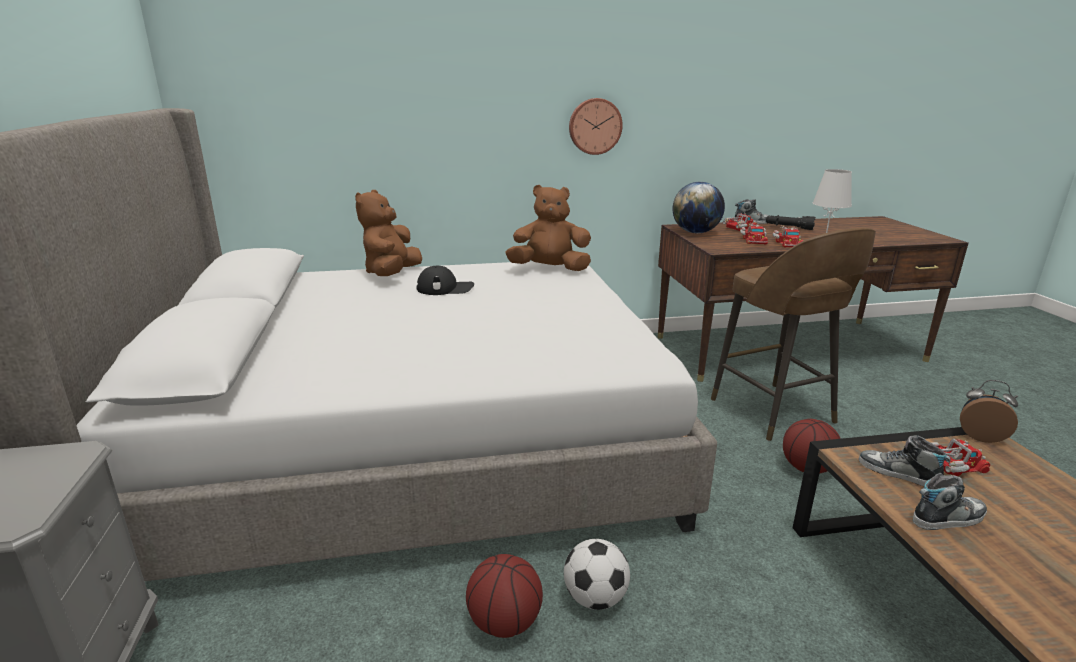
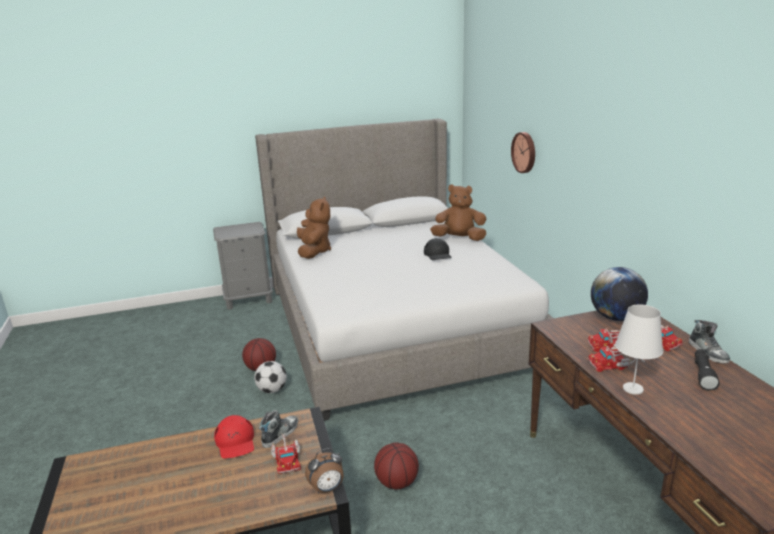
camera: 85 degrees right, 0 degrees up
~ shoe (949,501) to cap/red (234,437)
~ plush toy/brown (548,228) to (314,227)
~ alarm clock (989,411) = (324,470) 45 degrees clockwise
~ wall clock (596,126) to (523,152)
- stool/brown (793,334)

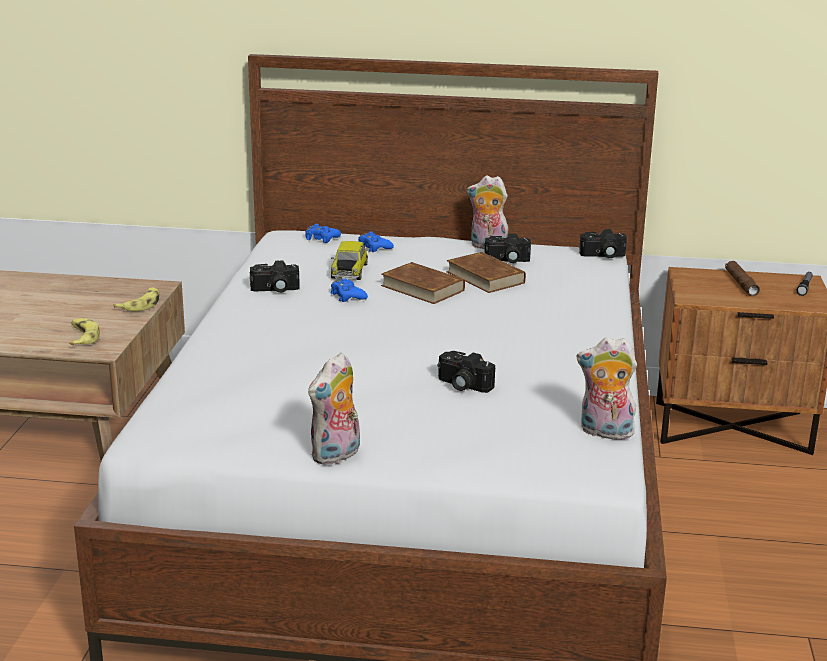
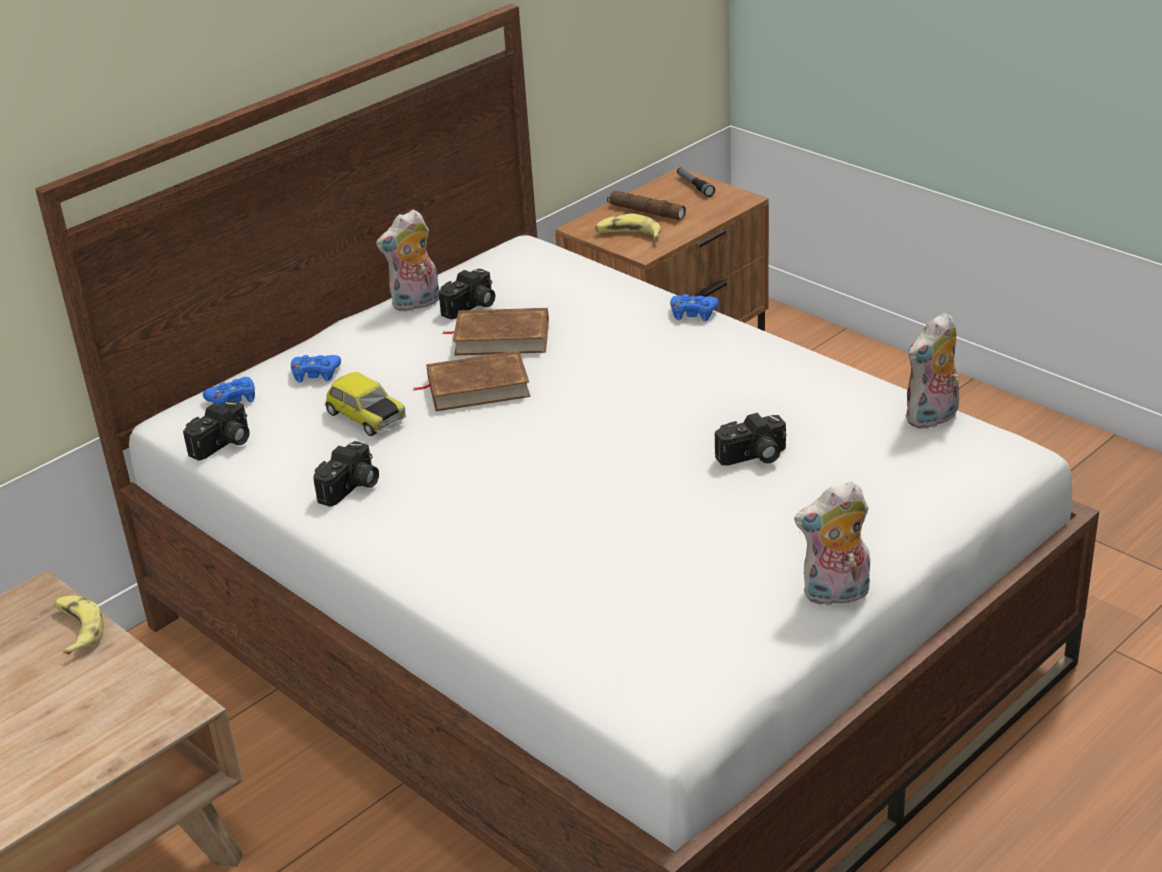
camera: 50 degrees left, 10 degrees up
~ photo camera (603,243) to (216,430)
~ banana (84,331) to (628,226)
~ game controller/blue (349,290) to (694,307)
~ plush toy (334,409) = (832,544) 90 degrees clockwise

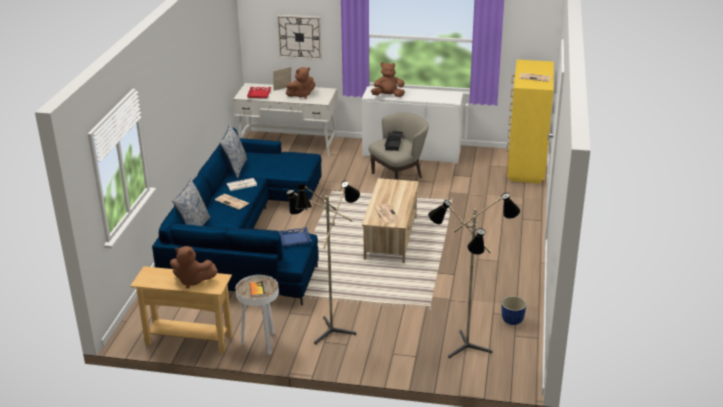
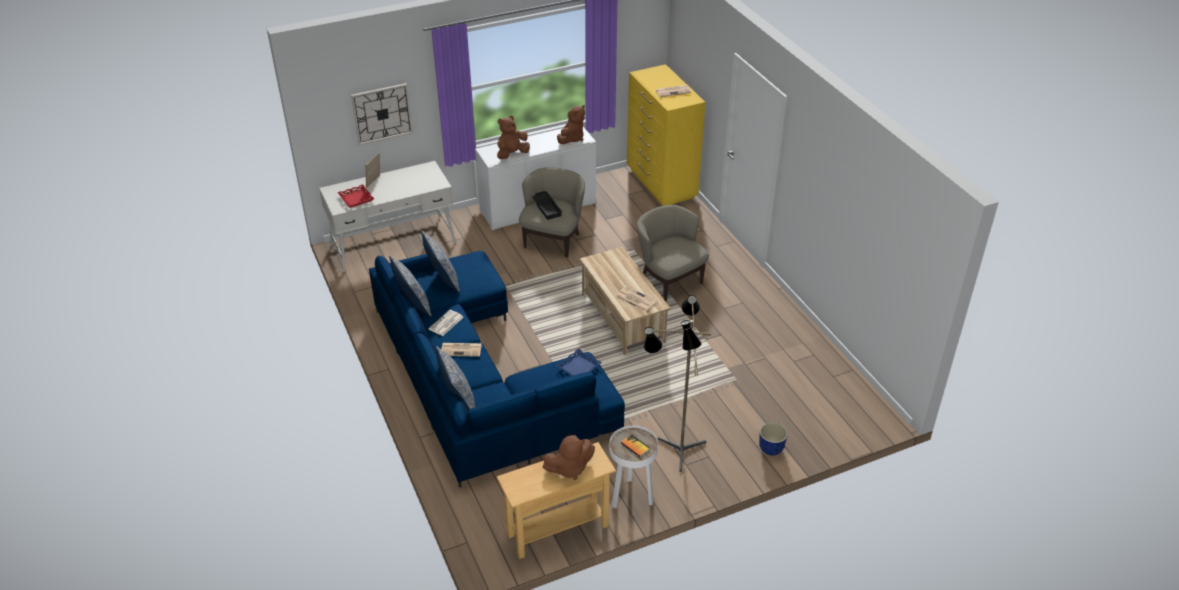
camera: 35 degrees left, 10 degrees up
+ pillow (440,261)
~ plush toy/brown (300,83) to (571,124)
+ armchair/beige (673,253)
~ planter (514,310) to (773,439)
- floor lamp (474,276)

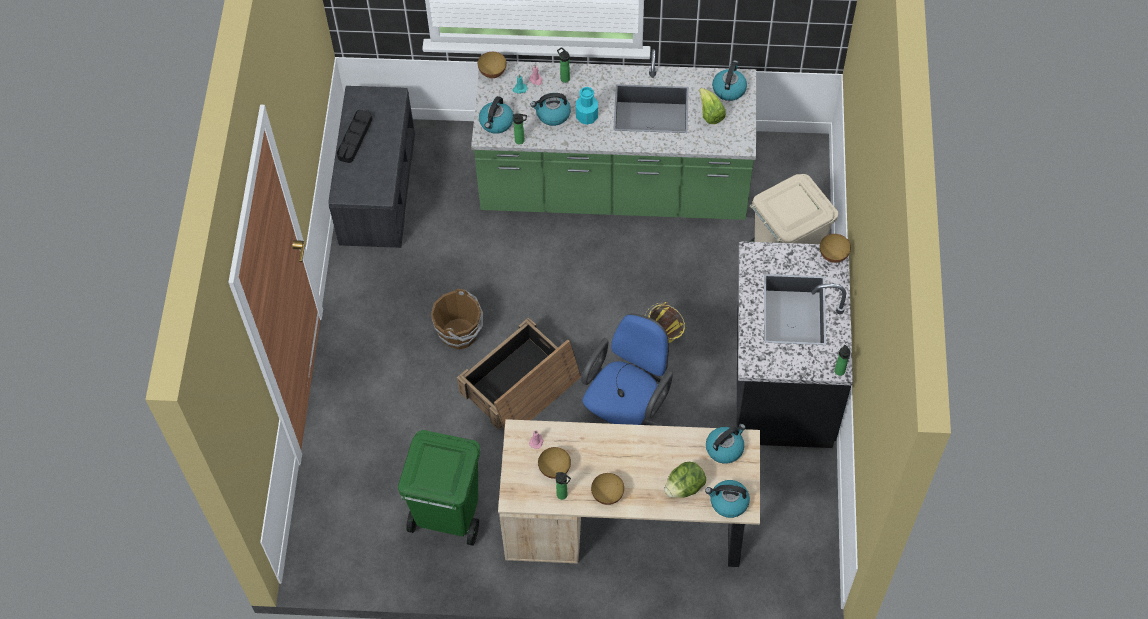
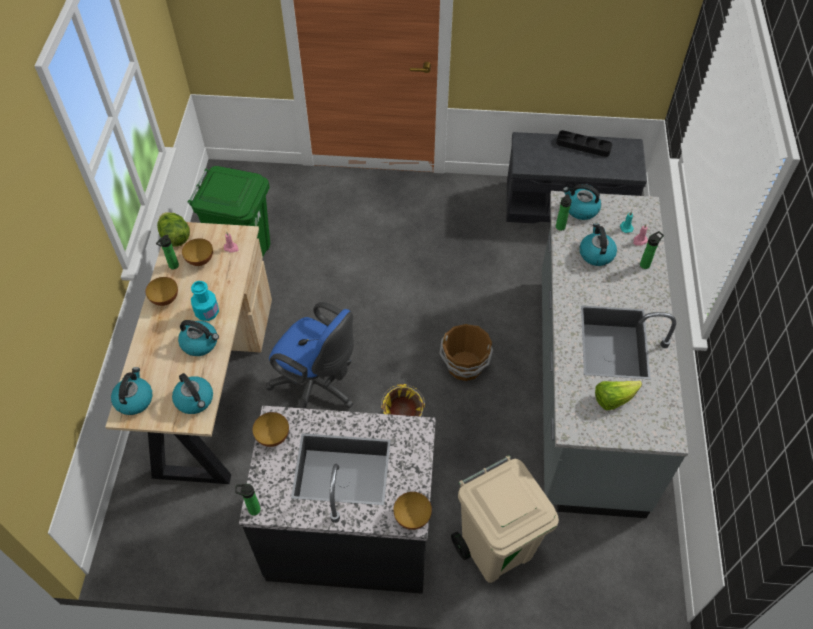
camera: 90 degrees right, 5 degrees down
~ lettuce (685,480) to (173,229)
~ kettle (729,80) to (198,338)
~ bottle/turquoise (587,106) to (205,301)
~ bowl (492,65) to (270,429)
~ bucket/brown (457,319) to (466,352)
~ counter/green (613,134) to counter/grey (615,354)
- crate (519,374)

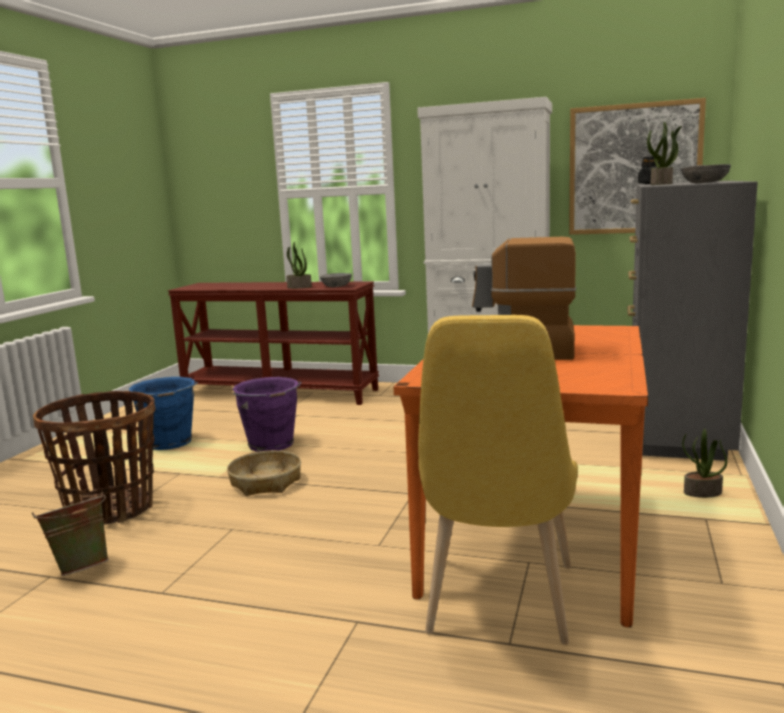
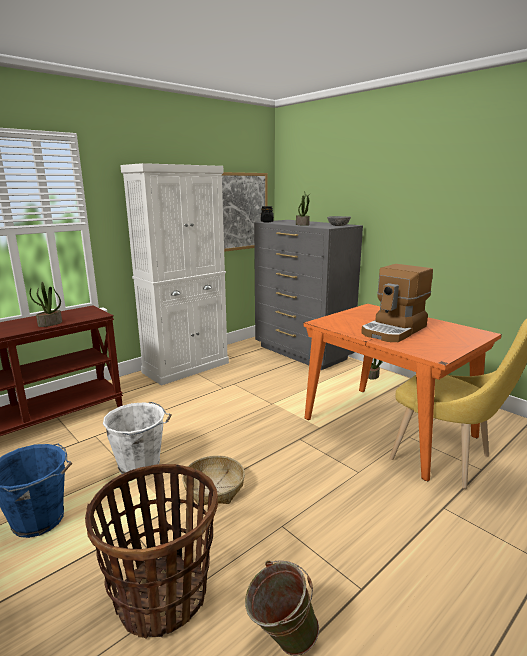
camera: 60 degrees left, 5 degrees up
~ bucket/purple (267,414) to bucket/white (137,438)
- bowl/grey (336,280)

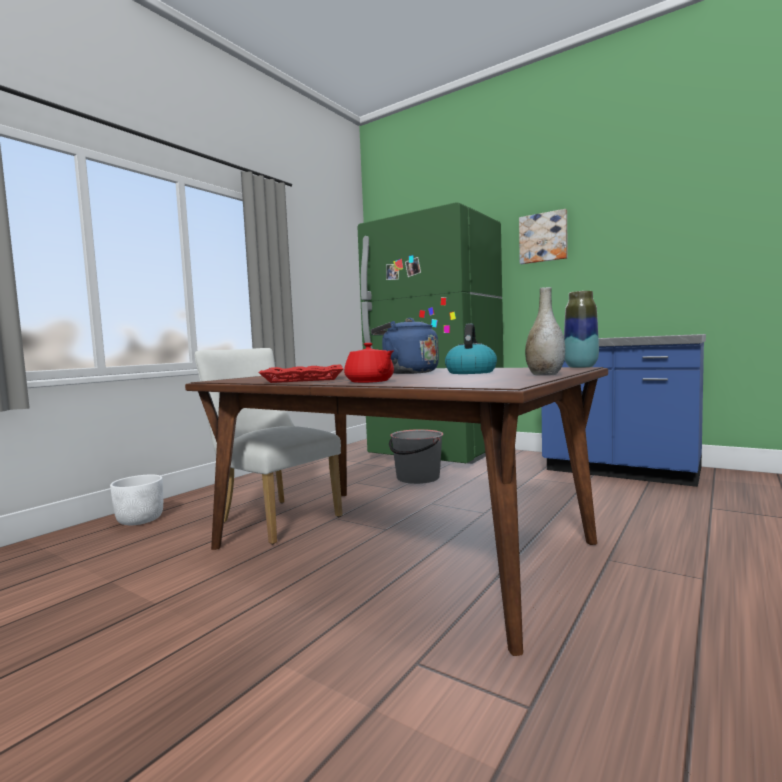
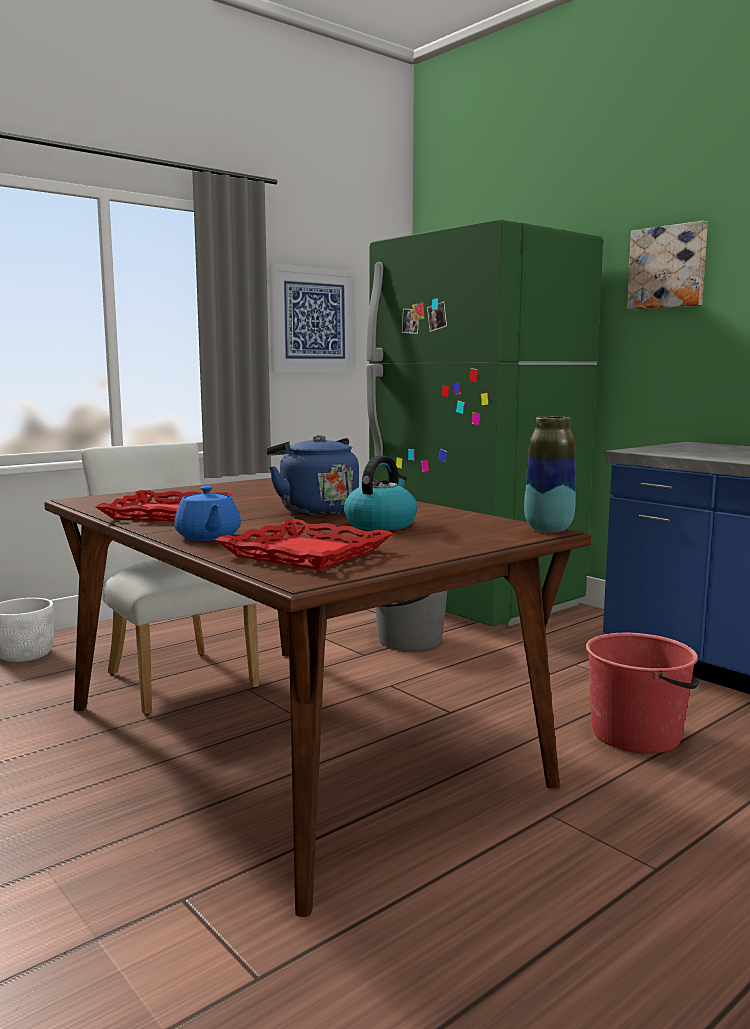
camera: 15 degrees right, 5 degrees up
~ teapot/red (369,363) to teapot/blue (207,513)
+ tray/red (304,544)
+ picture (312,317)
+ bucket/red (642,693)
- vase/grey (545,331)

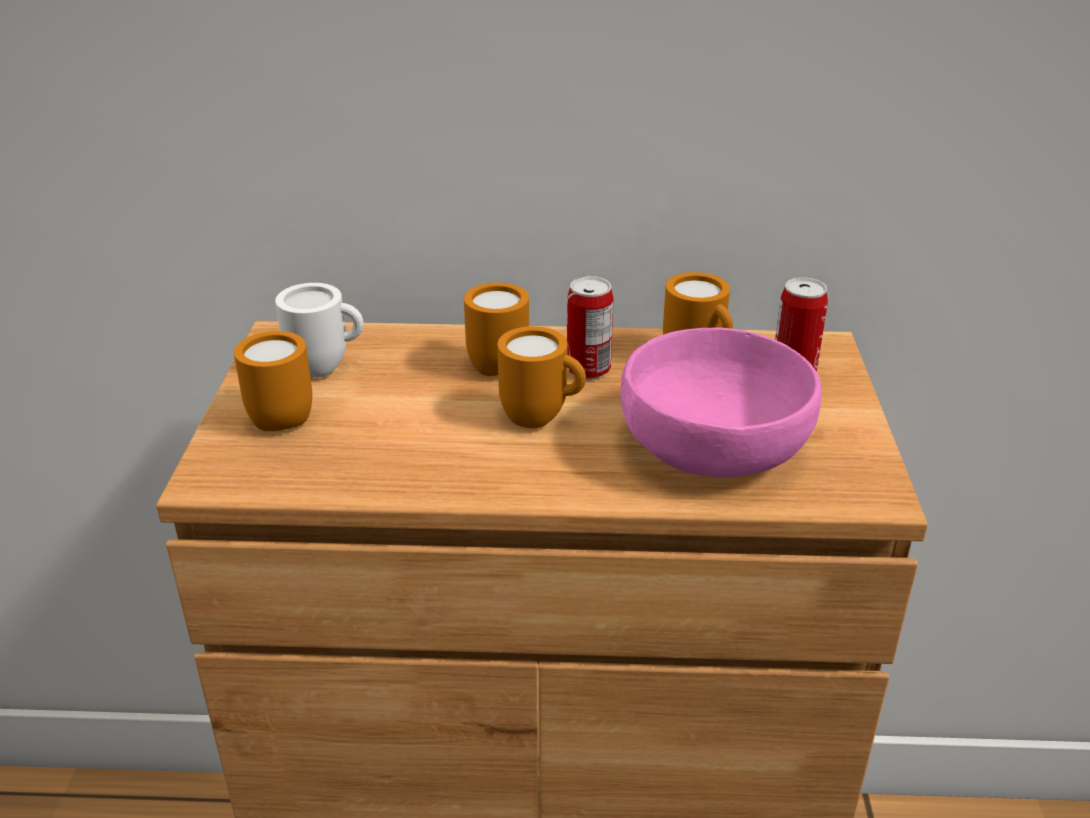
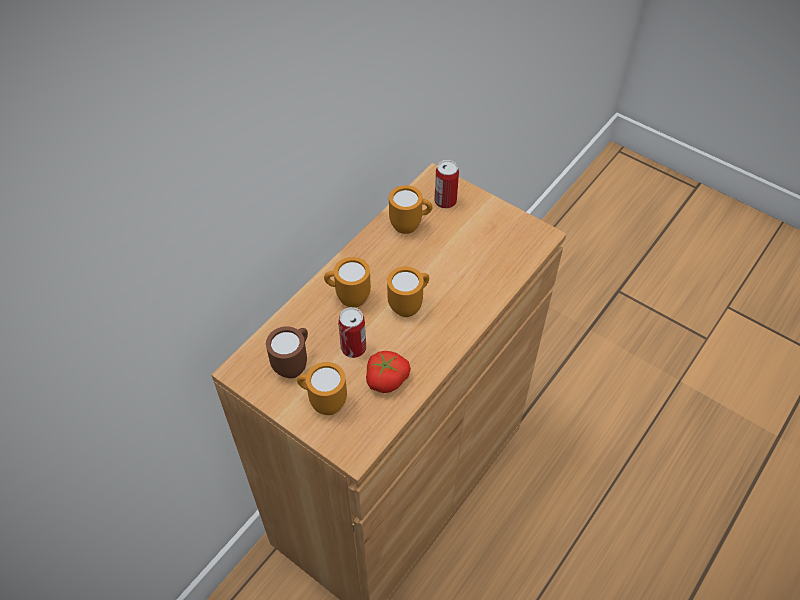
camera: 55 degrees left, 20 degrees up
~ mug/white (319,330) to mug/brown (287,352)
~ can (590,328) to (352,332)
+ tomato (388,372)
- bowl/pink (721,403)

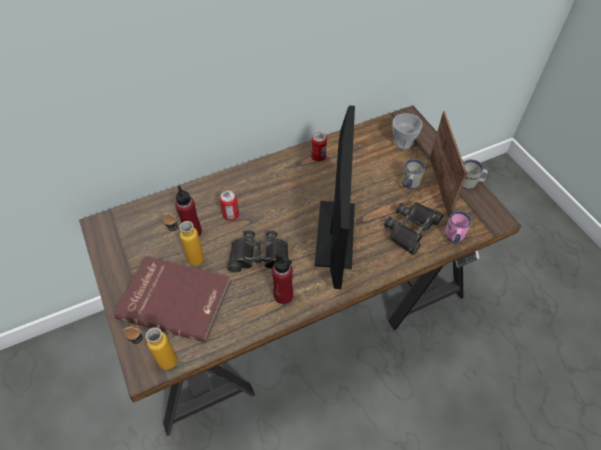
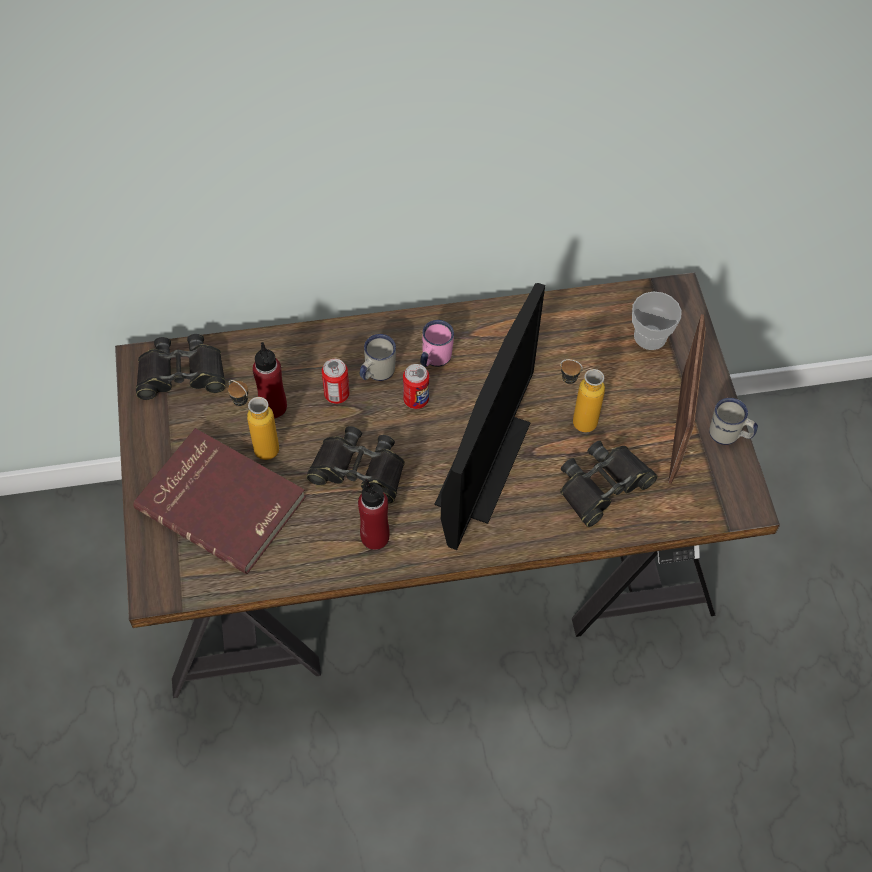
camera: 15 degrees right, 5 degrees up
+ binoculars/black (181,367)
~ mug/white (413,174) to (378,357)
~ can (319,147) to (416,386)
~ mug/pink (458,227) to (437,343)
~ bottle (150,347) to (582,395)

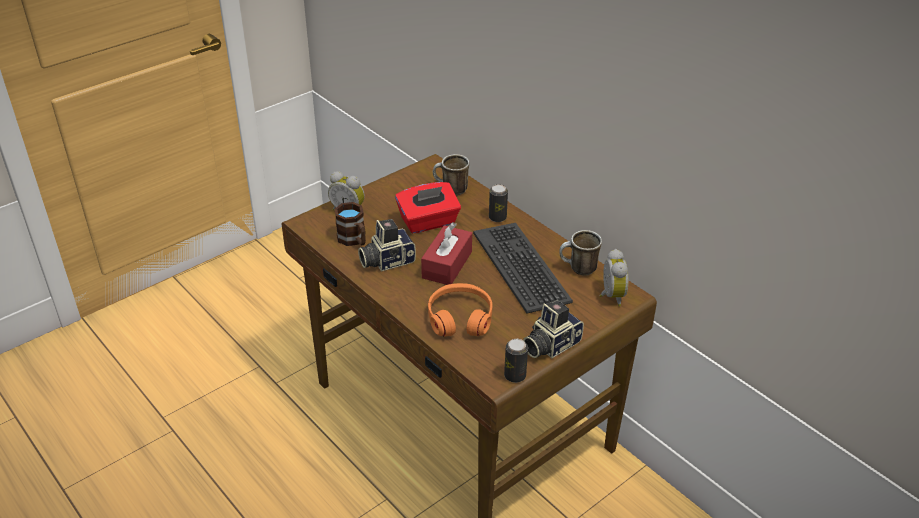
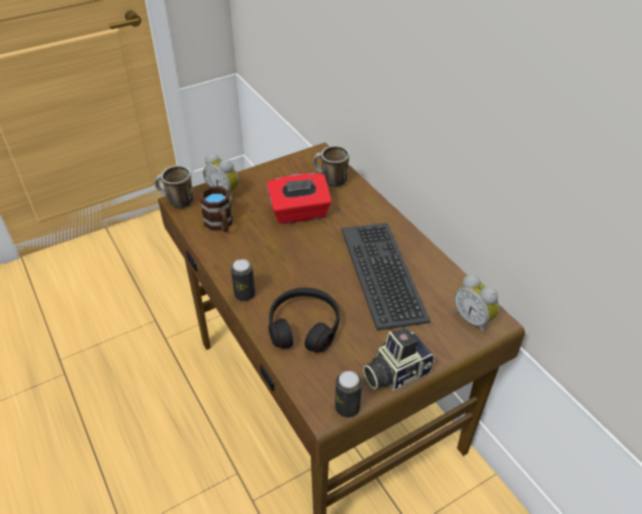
camera: 10 degrees right, 5 degrees up
~ mug (580,253) to (174,187)
~ can (498,203) to (243,280)
~ headphones/orange (460,310) to headphones/black (304,320)
~ alarm clock (614,277) = (476,304) 135 degrees clockwise
- photo camera (387,245)
- tissue box/red (446,253)

